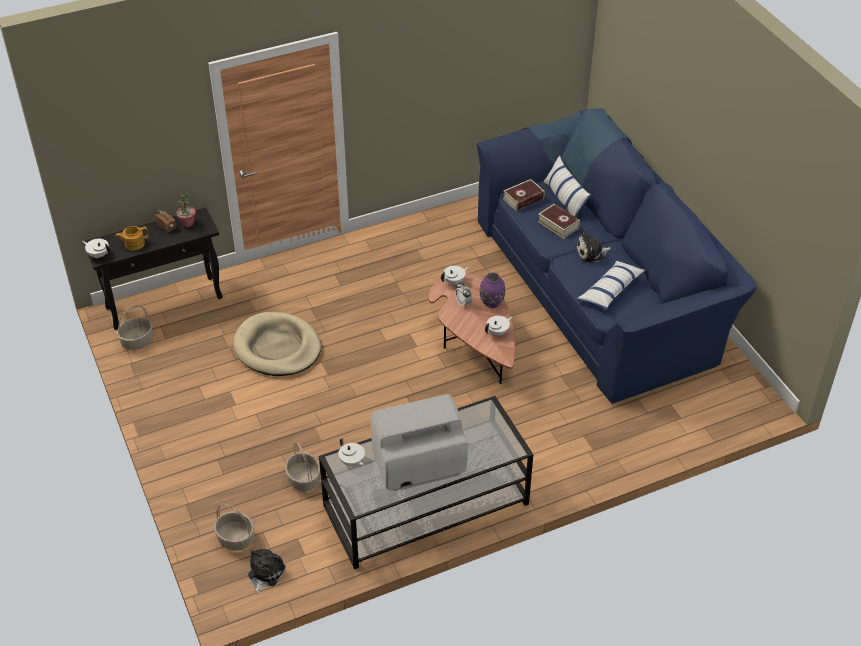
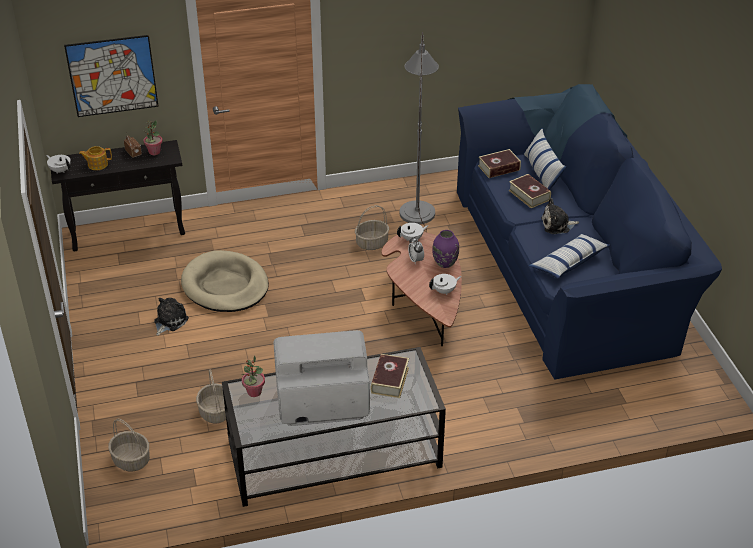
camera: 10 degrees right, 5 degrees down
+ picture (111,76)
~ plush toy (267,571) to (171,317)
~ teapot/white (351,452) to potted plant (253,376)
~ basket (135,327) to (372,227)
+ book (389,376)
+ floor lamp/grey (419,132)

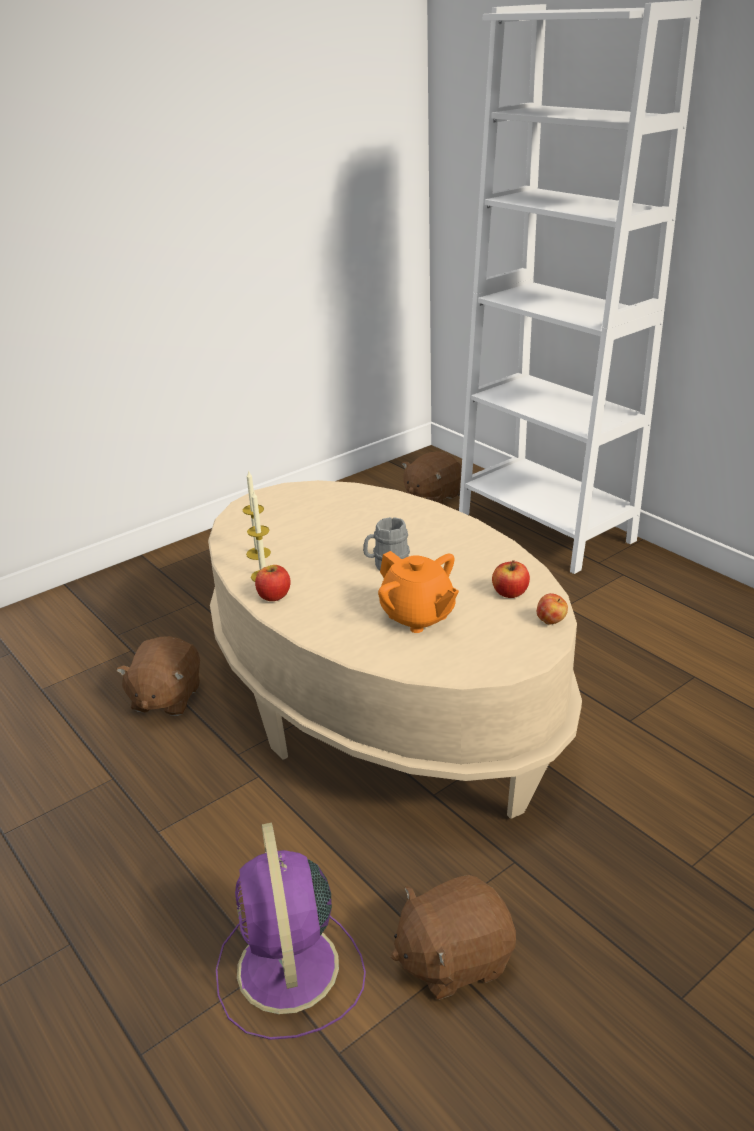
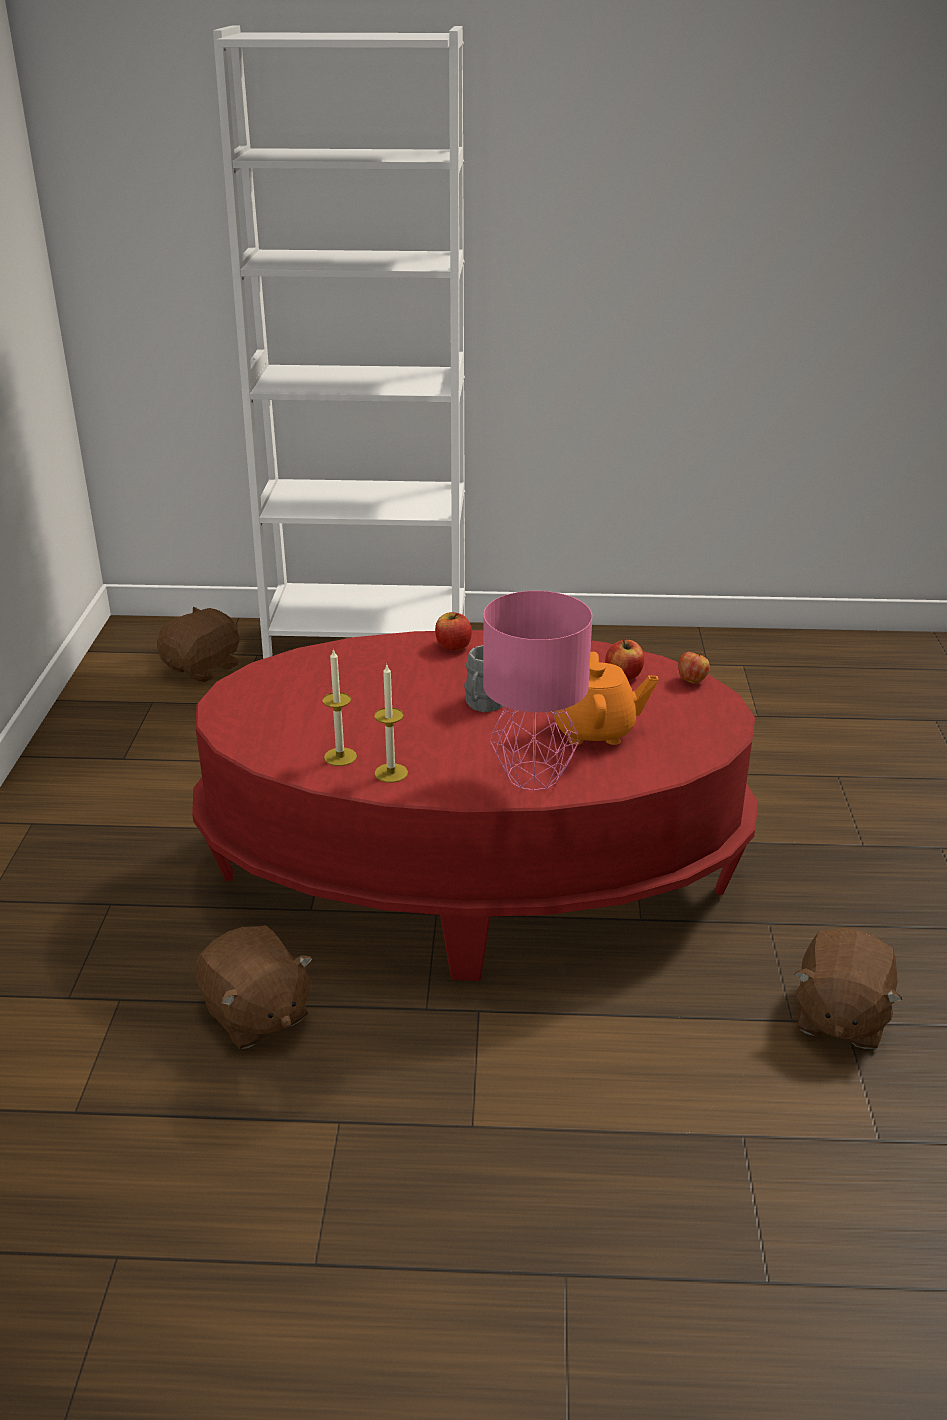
camera: 50 degrees left, 0 degrees up
~ plush toy/brown (432,477) = (198,644) 135 degrees counterclockwise
~ coffee table/beige (395,649) to coffee table/red (475,805)
~ apple (273,583) to (453,631)
+ table lamp/pink (537,690)
- fan/purple (291,931)

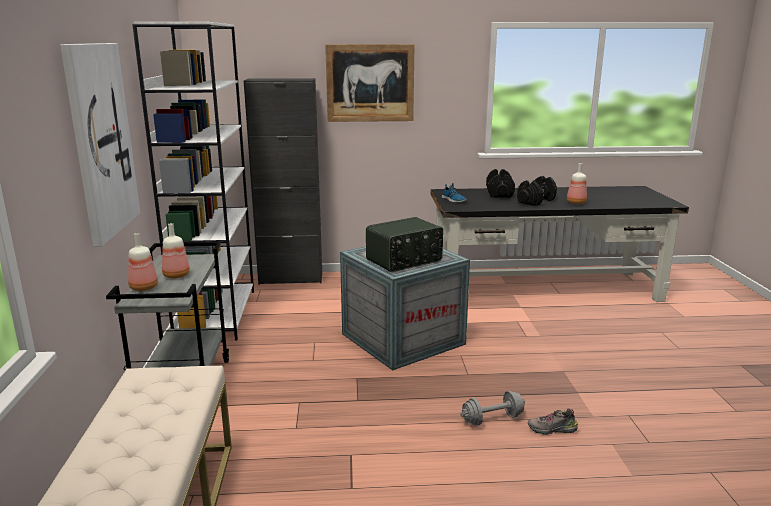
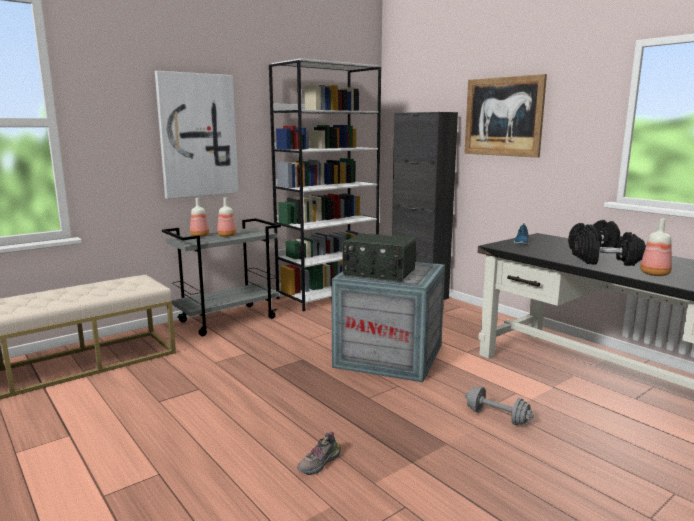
camera: 55 degrees right, 5 degrees down
~ shoe (553,422) = (319,453) 105 degrees counterclockwise
~ dumbbell/grey (492,408) to (499,405)

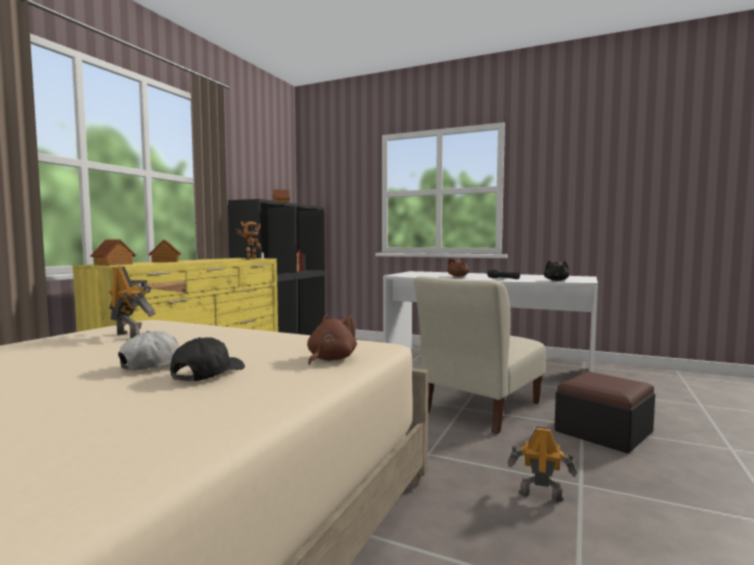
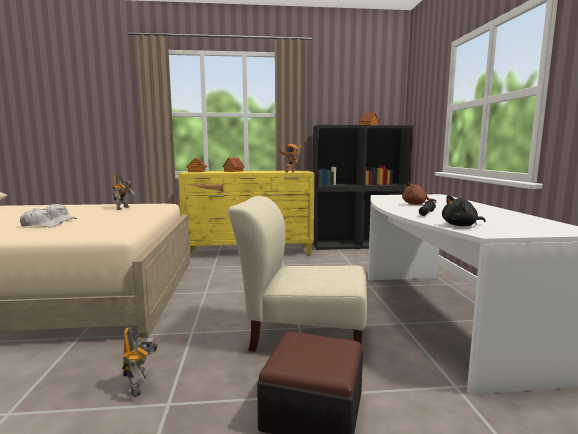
camera: 60 degrees right, 5 degrees up
~ cap/black (207,359) to cap/white (41,217)
- plush toy/brown (332,339)

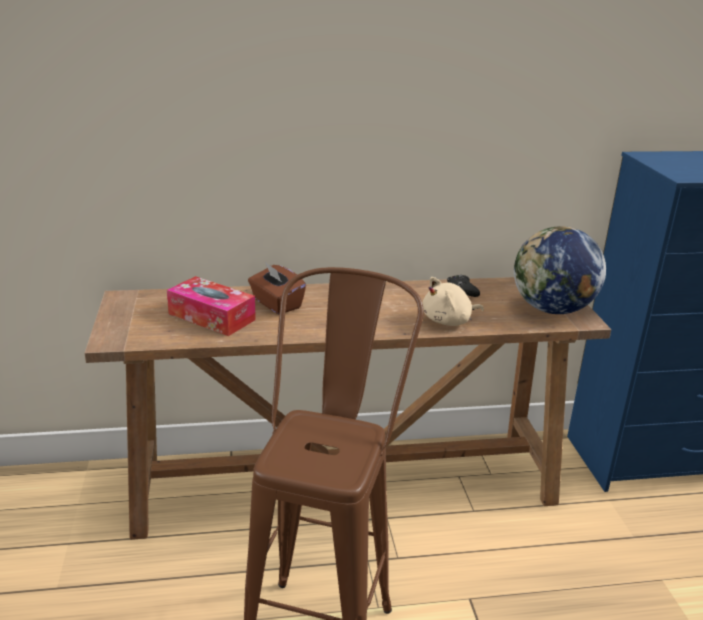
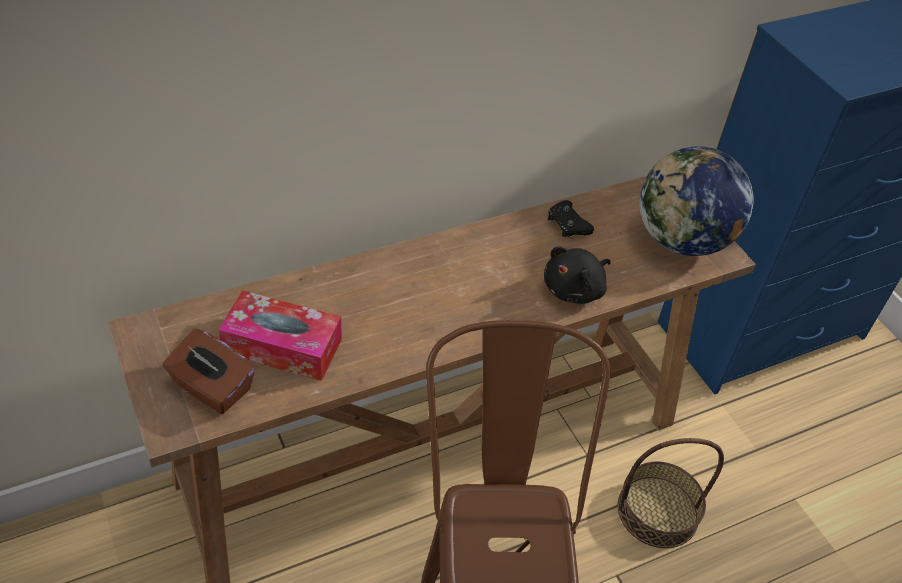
camera: 20 degrees left, 20 degrees up
~ tissue box/brown (277,288) to (209,371)
~ plush toy/beige (453,301) to plush toy/black (577,275)
+ basket (671,493)

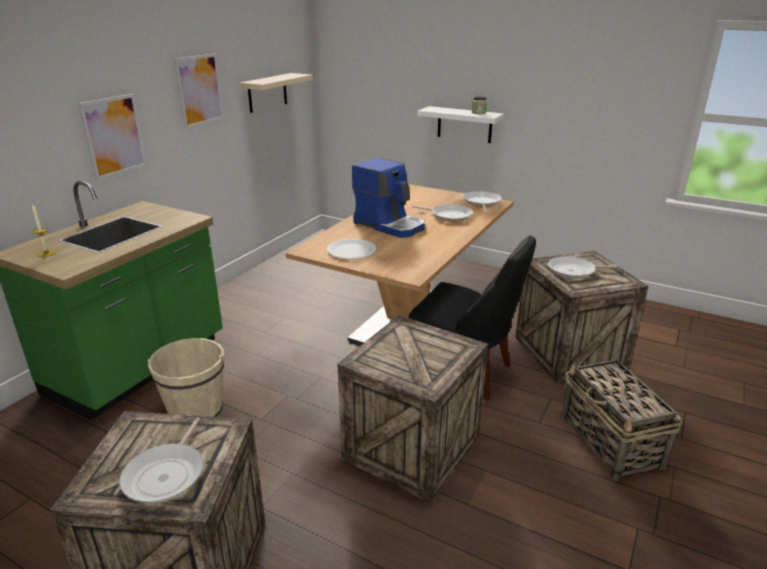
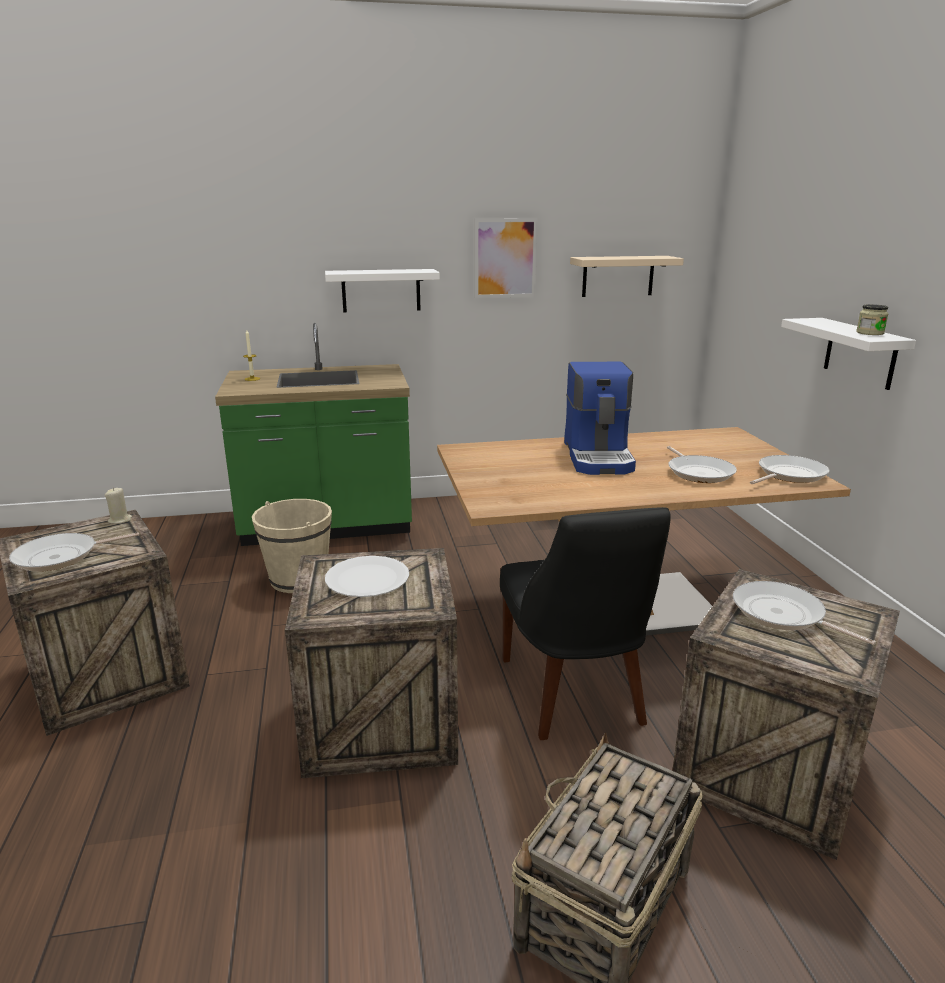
camera: 50 degrees right, 5 degrees down
+ candle/beige (118,505)
~ picture (112,137) to shelf/white (382,290)
~ plate/white (351,249) to (367,576)

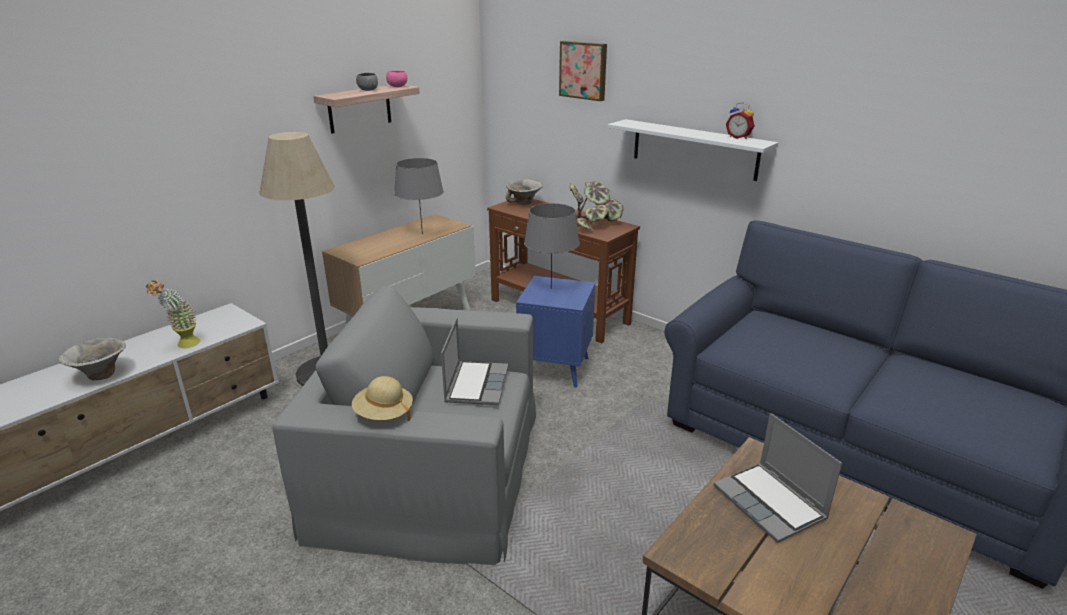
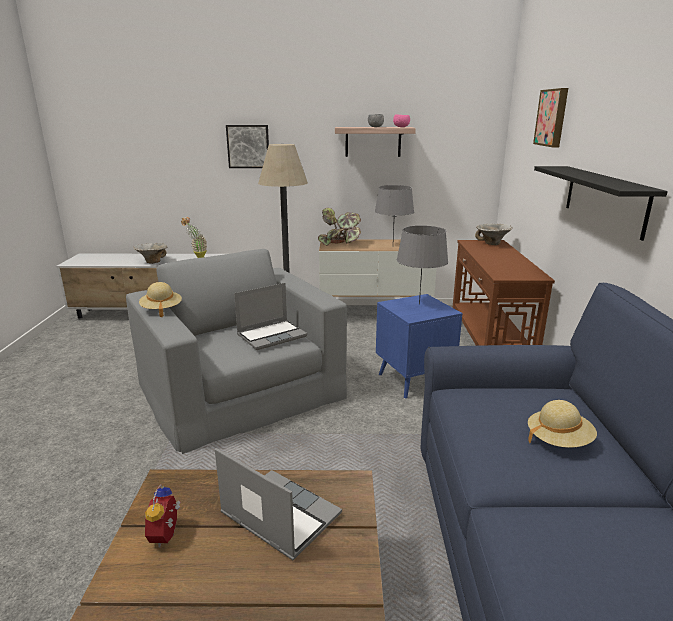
camera: 50 degrees right, 5 degrees down
~ alarm clock (740,120) to (163,516)
~ laptop (777,478) = (278,504) 105 degrees clockwise
+ picture (247,146)
~ potted plant (596,206) to (339,227)
+ hat/beige (562,424)
~ shelf/white (693,150) to shelf/black (601,203)

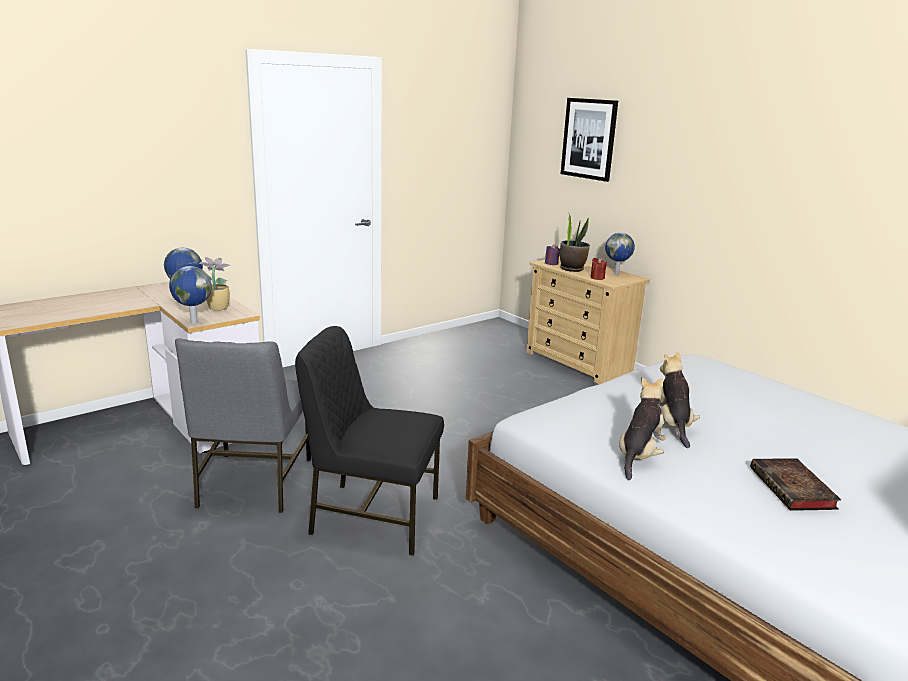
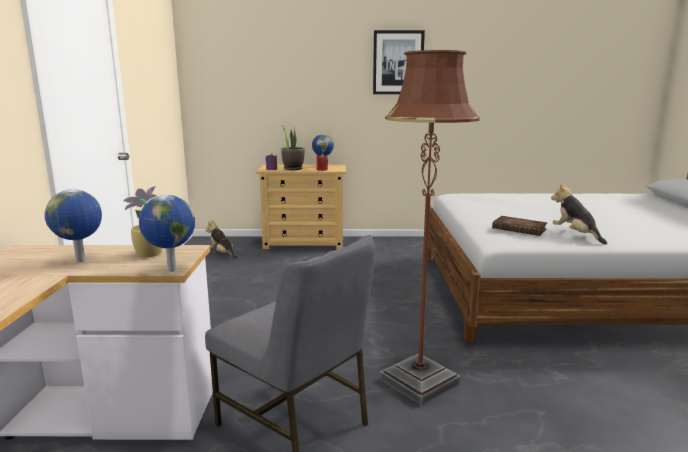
camera: 50 degrees left, 5 degrees down
~ plush toy (680,400) to (221,239)
~ picture (589,140) to (399,62)
~ chair/black (369,441) to floor lamp/brown (430,228)
~ book (795,484) to (519,226)

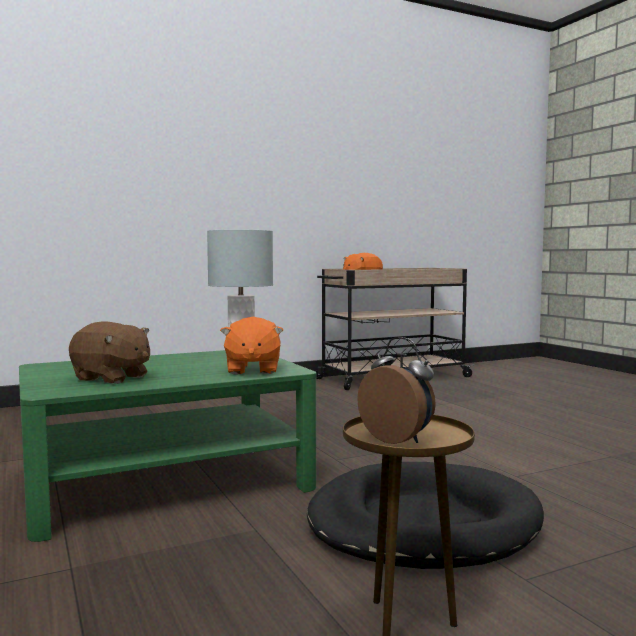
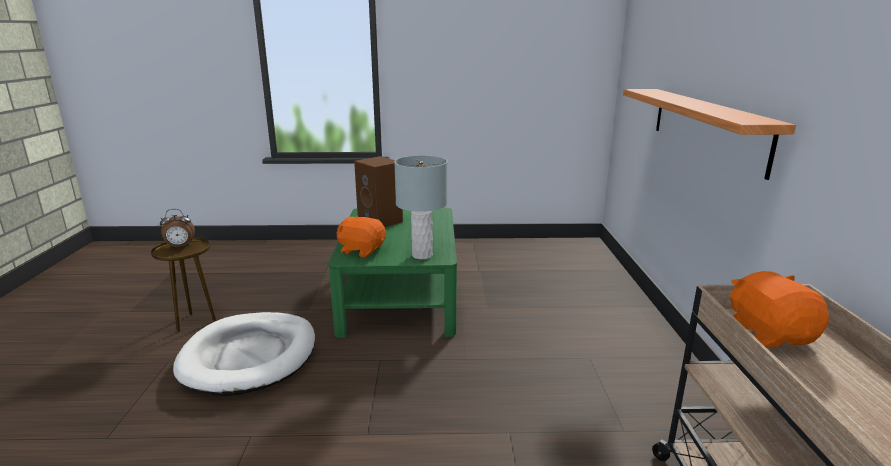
camera: 115 degrees right, 15 degrees up
~ dog bed/black (425,515) to dog bed/white (244,354)
~ plush toy/brown (109,353) to speaker/brown (378,191)
+ shelf (709,134)

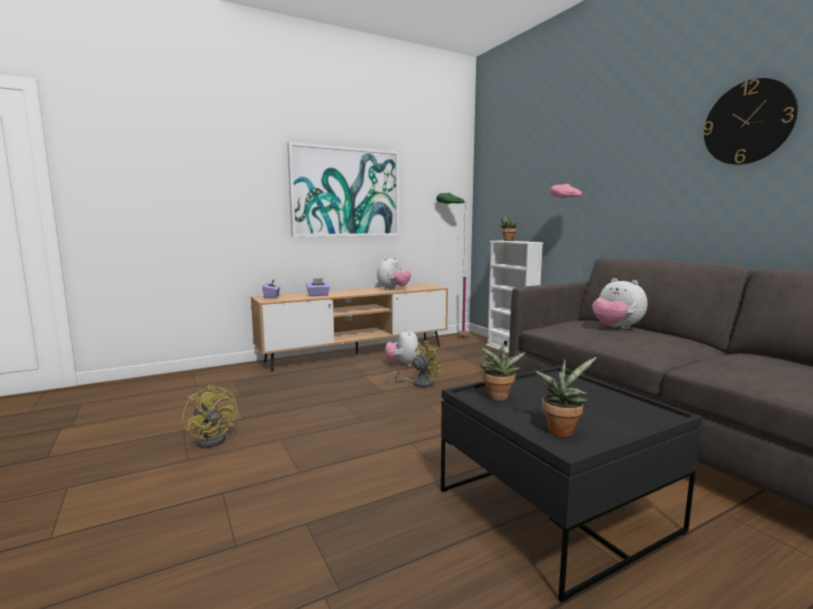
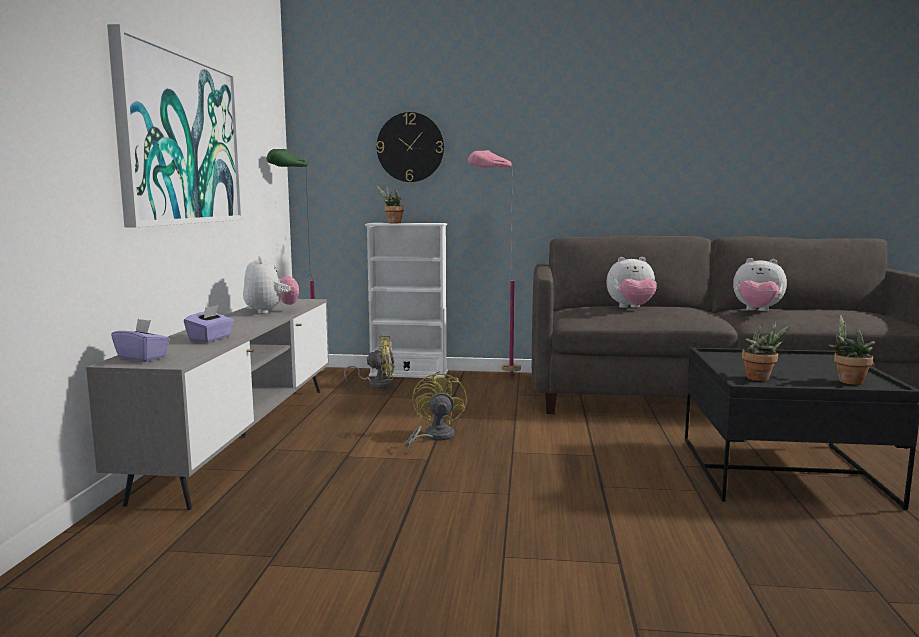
camera: 55 degrees left, 0 degrees up
~ tv stand/brown (349,328) to tv stand/grey (207,404)
~ fan/yellow (210,416) to (369,362)
~ wall clock (750,121) to (410,147)
~ plush toy (402,347) to (760,284)

